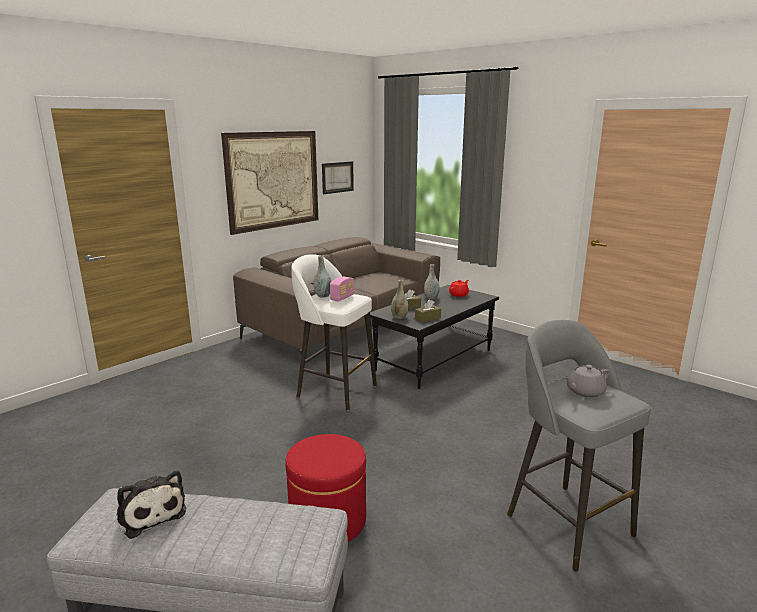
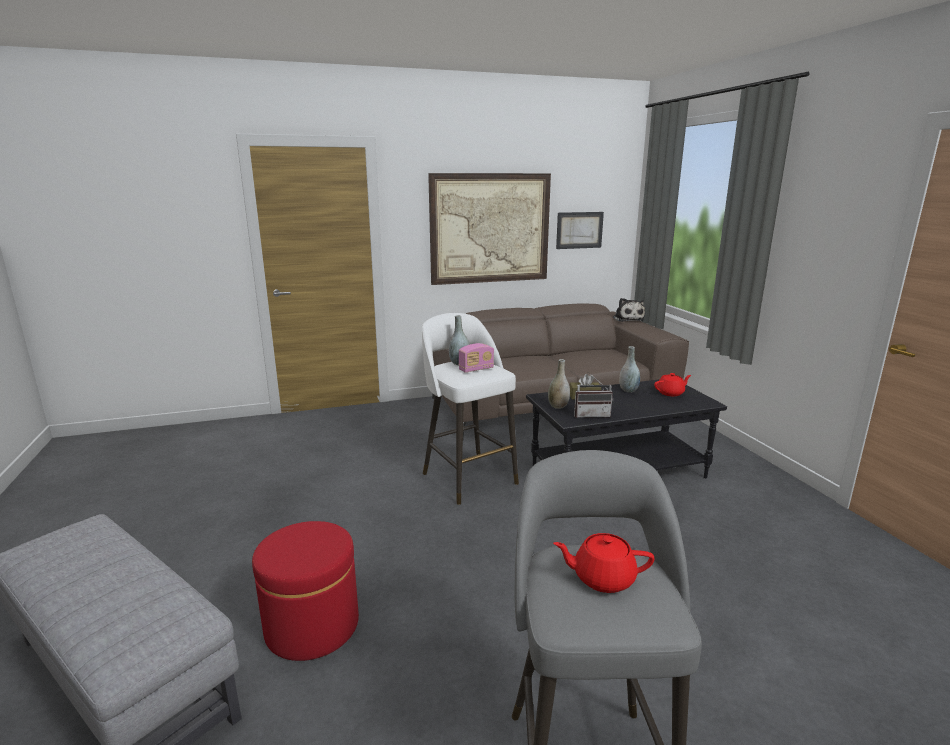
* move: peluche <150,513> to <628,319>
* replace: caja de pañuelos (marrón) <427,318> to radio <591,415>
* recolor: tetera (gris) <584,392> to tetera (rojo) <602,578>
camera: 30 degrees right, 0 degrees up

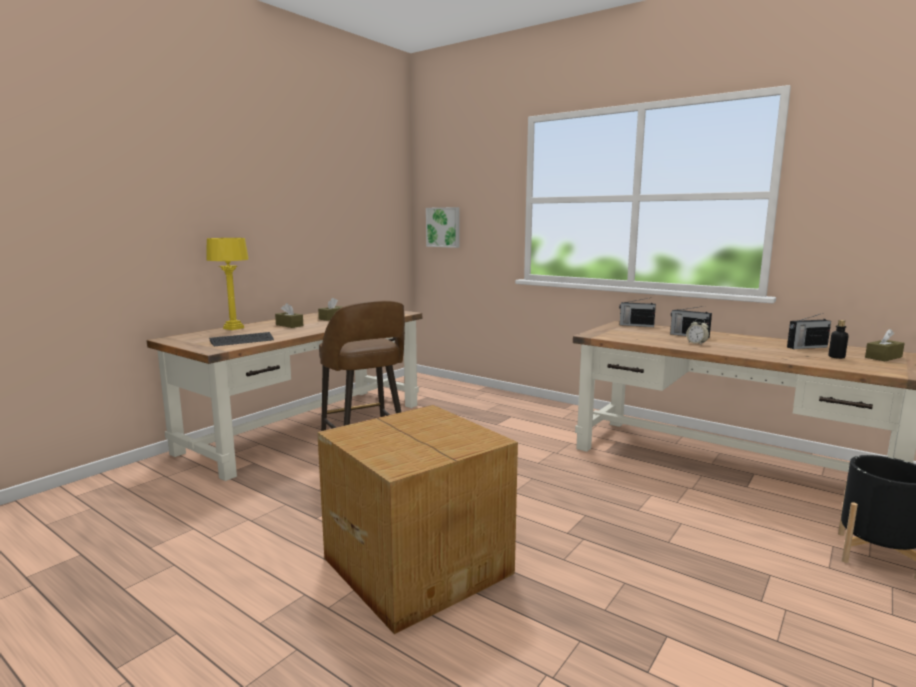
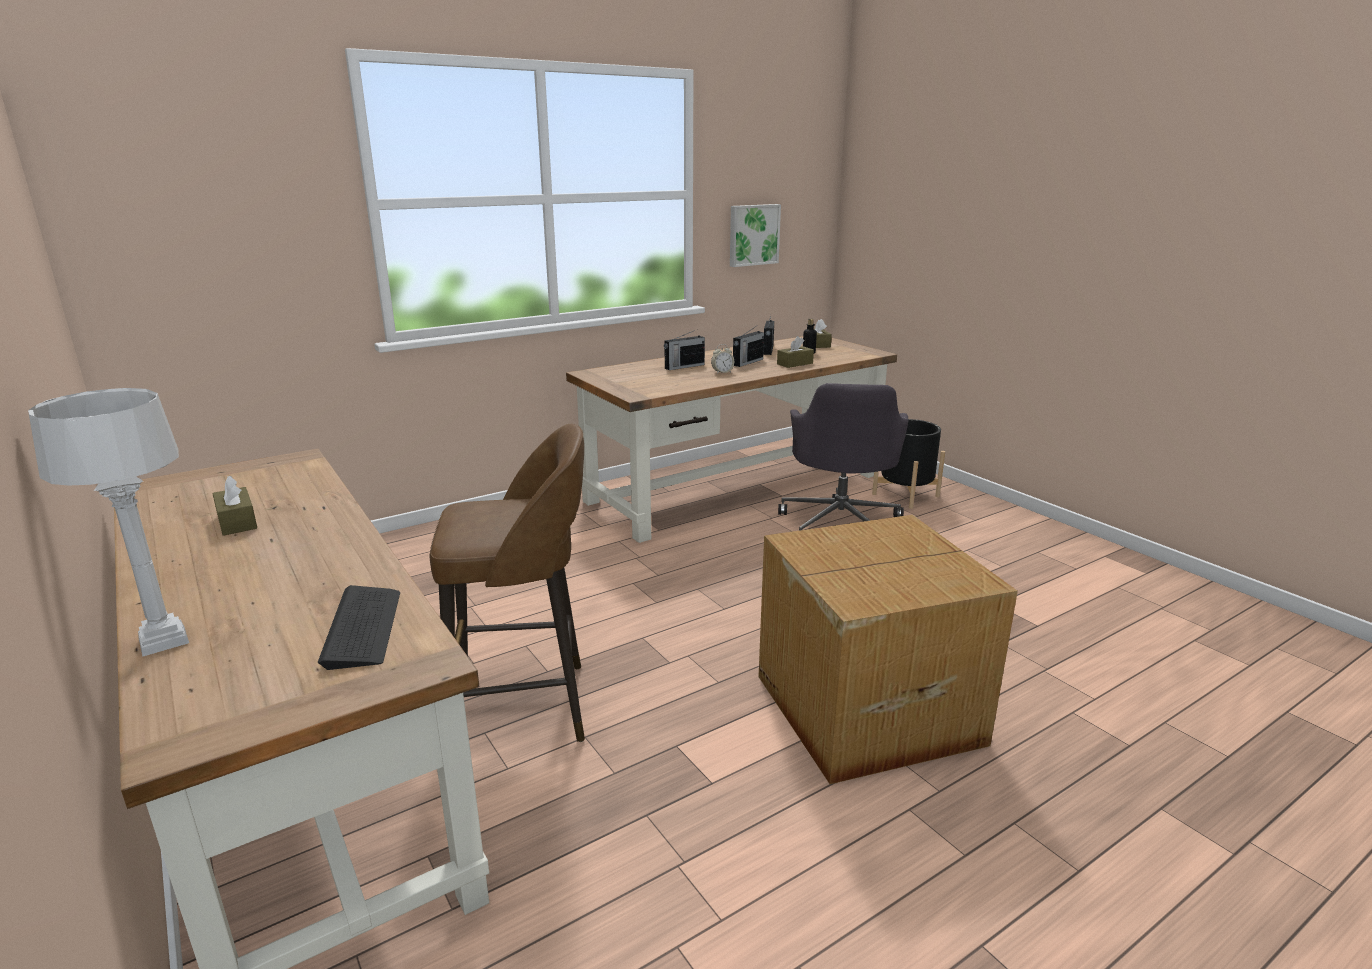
* recolor: lámpara de mesa (amarillo) <233,328> to lámpara de mesa (gris) <162,640>
* move: caja de pañuelos (marrón) <289,325> to <795,364>
* move: cuadro <443,227> to <753,235>
* move: radio <636,325> to <747,362>
* insert: silla de oficina (gris) <840,524>
camera: 70 degrees left, 10 degrees up

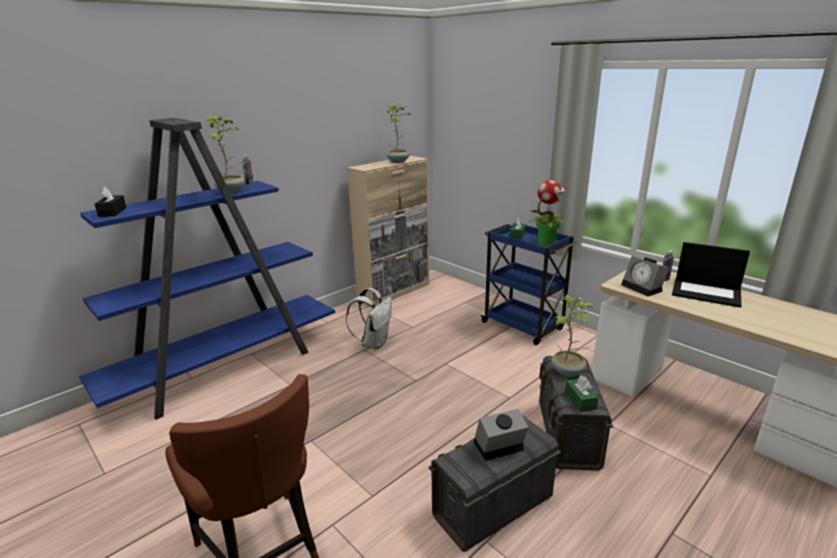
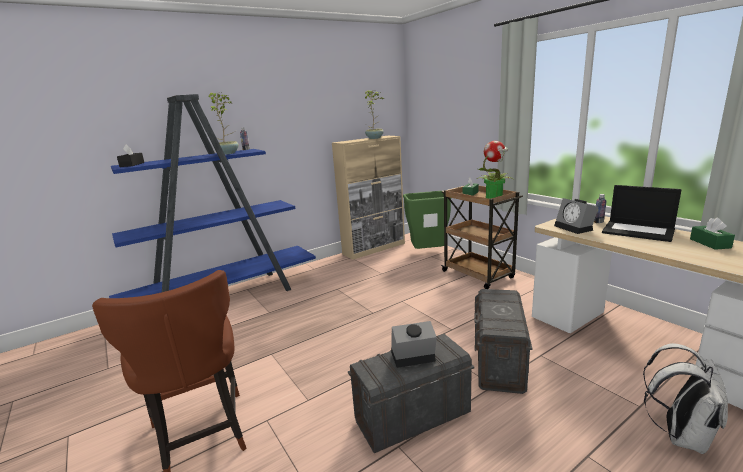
* move: mochila (blanco) <374,343> to <680,435>
* recolor: carrito (azul) <523,326> to carrito (marrón) <478,275>
* delete: planta en maceta <568,372>
* move: caja de pañuelos (verde) <580,400> to <710,243>
* insert: papelera (verde) <428,253>
camera: 10 degrees right, 5 degrees down

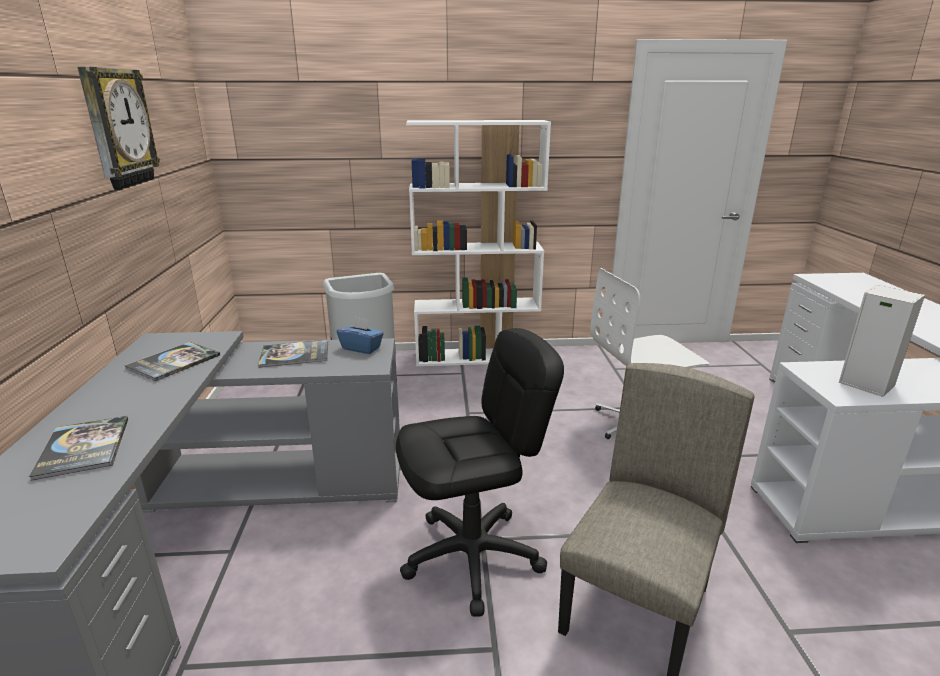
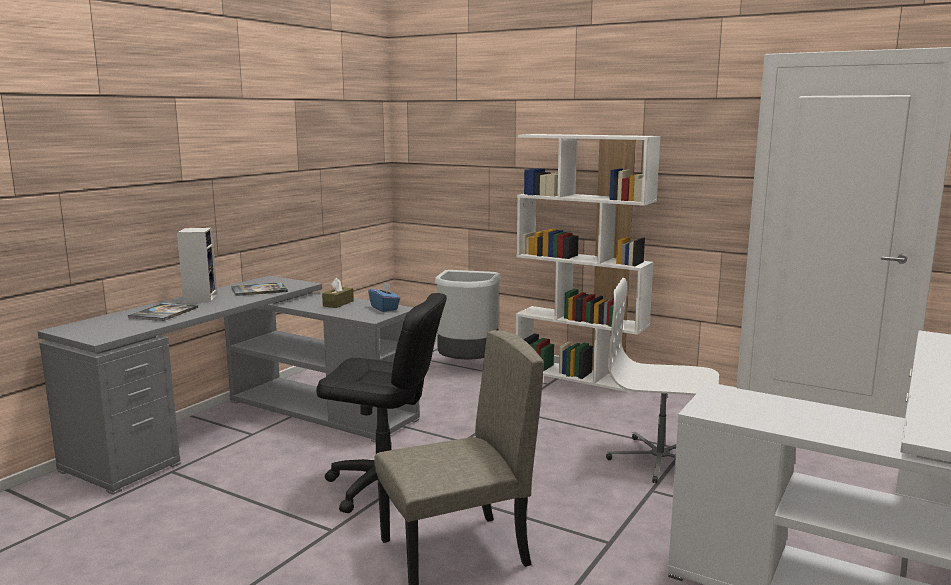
* delete: reloj de pared <118,128>
* replace: libro <295,354> to caja de pañuelos (marrón) <338,303>
* move: altavoz <864,383> to <200,298>
camera: 35 degrees right, 10 degrees down

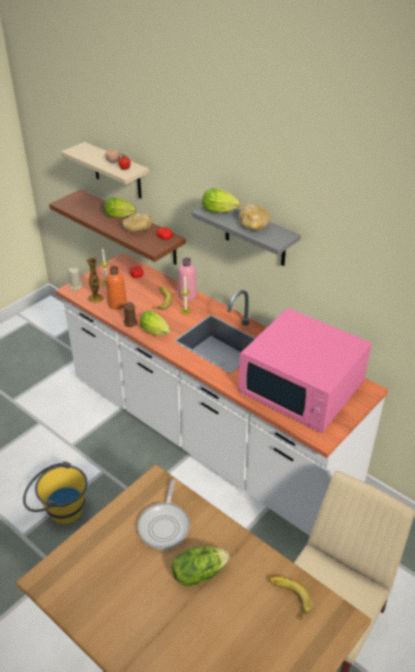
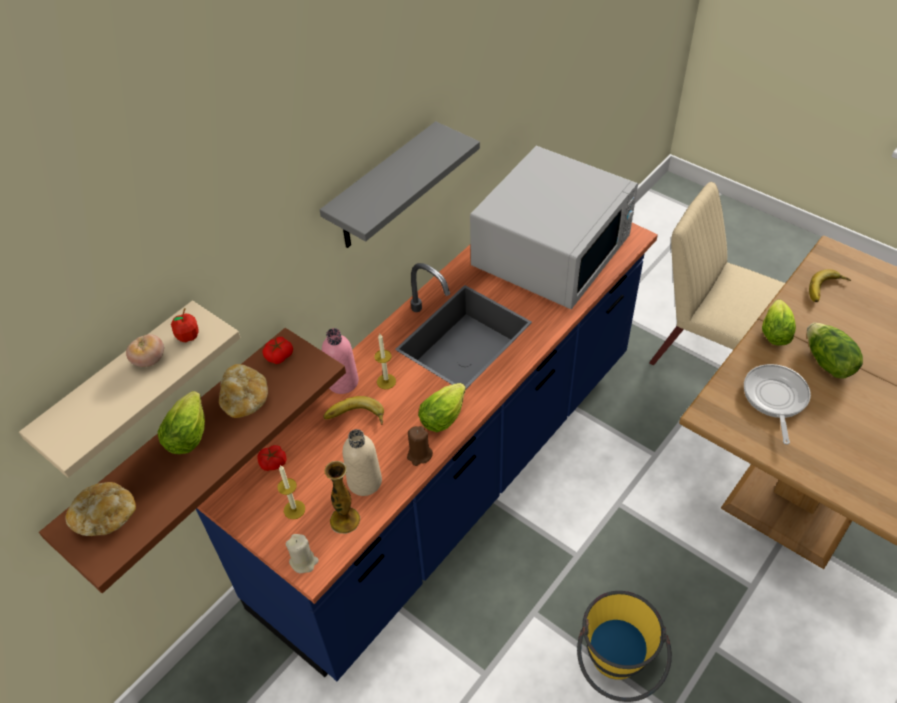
* recolor: mueble bajo de cocina (blanco) <207,436> to mueble bajo de cocina (azul) <454,476>
* recolor: botella (naranja) <117,304> to botella (beis) <364,481>
* rotate: sartén <165,525> = <775,398> 90 degrees counterclockwise
* move: lechuga <221,211> to <774,331>
* move: pan <253,225> to <106,517>
* recolor: microondas (rosa) <302,388> to microondas (blanco) <552,251>
camera: 90 degrees left, 10 degrees up

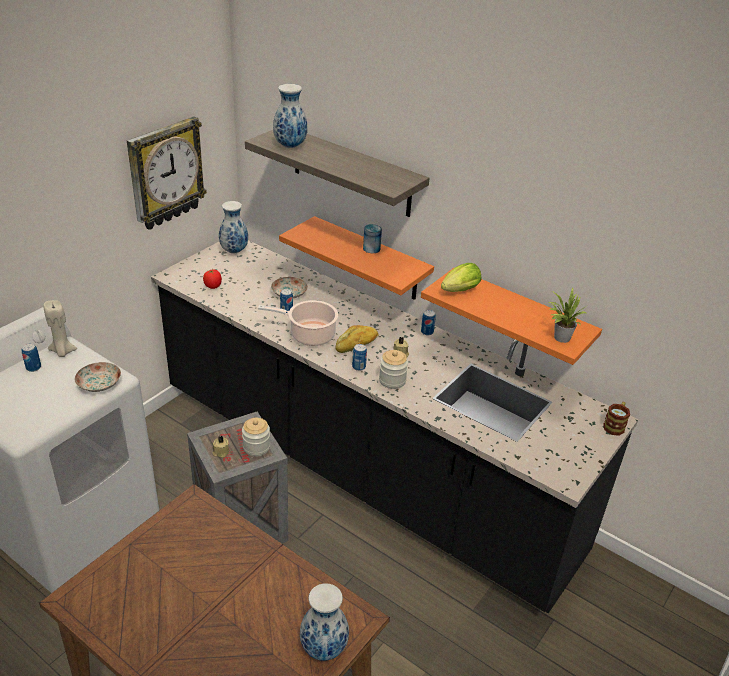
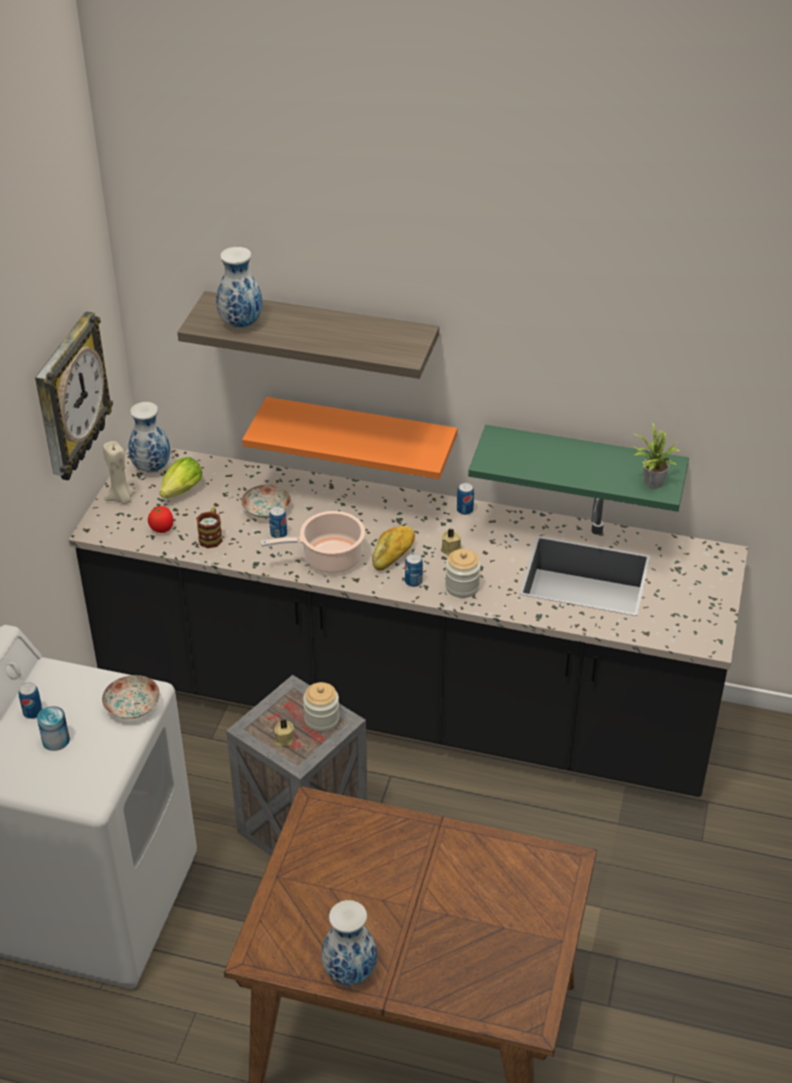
* move: vela (beis) <62,352> to <121,498>
* move: florero <324,647> to <349,971>
* move: lata <371,248> to <56,740>
* recolor: estante (naranja) <520,317> to estante (verde) <583,465>
* move: lechuga <458,291> to <180,493>
* move: taza grande <615,425> to <211,536>
camera: 20 degrees left, 5 degrees up

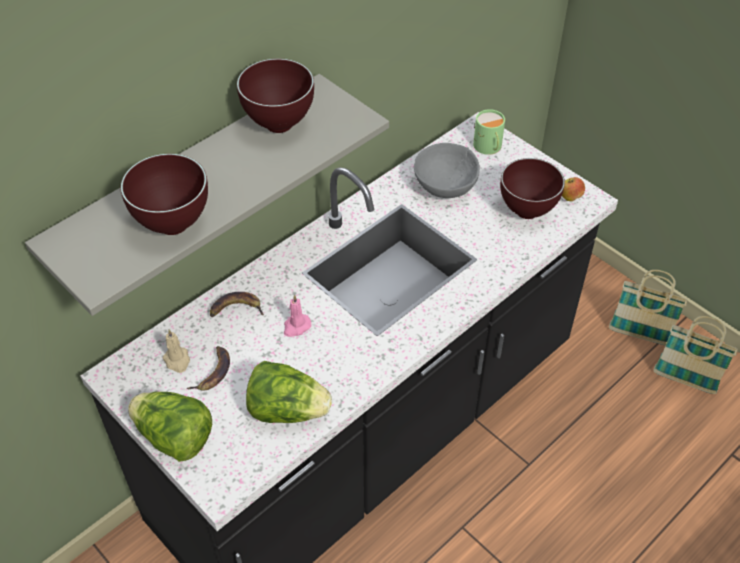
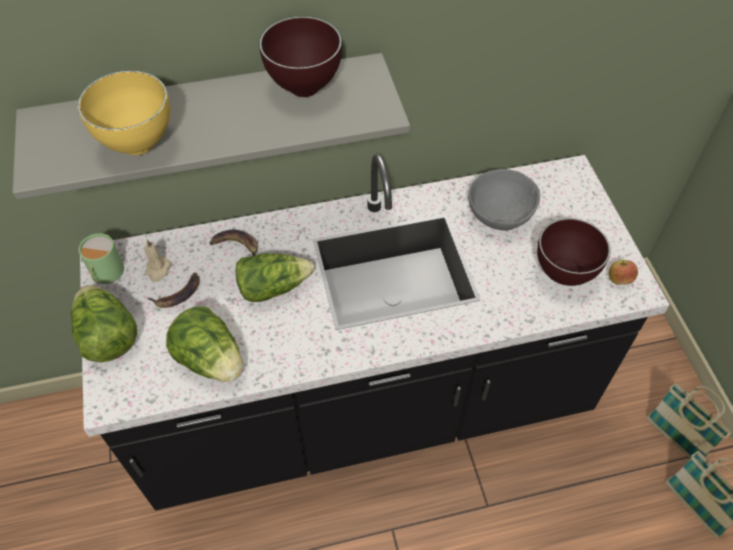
* recolor: cuenco (marrón) <172,227> to cuenco (amarillo) <137,146>
* replace: vela (rosa) <296,327> to lechuga <273,287>
* move: taza grande (verde) <488,147> to <105,273>
camera: 30 degrees right, 5 degrees up

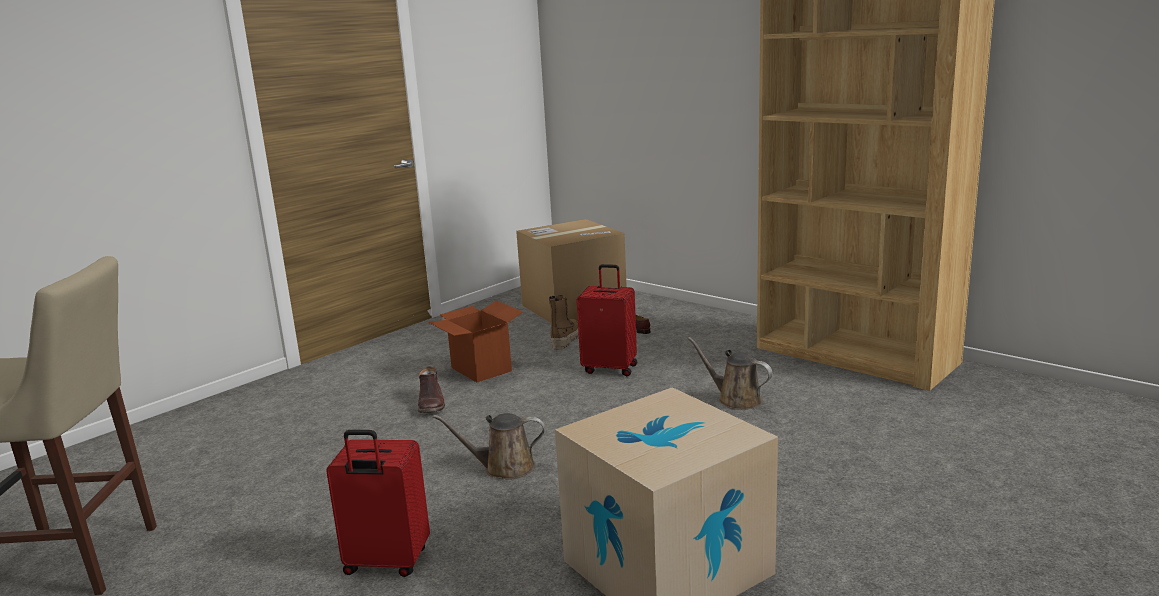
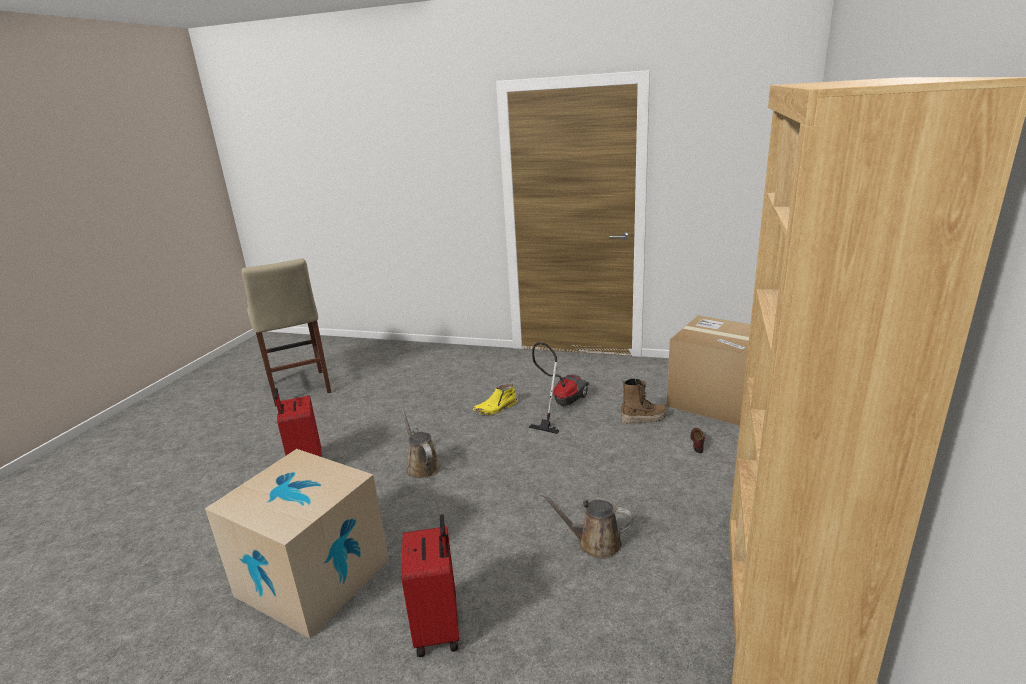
* recolor: bota (marrón) <431,404> to bota (amarillo) <496,408>
* replace: caja de cartón <481,369> to aspiradora <560,405>
* move: maleta (rojo) <610,368> to <439,629>
* rotate: regadera (marrón) <736,399> = <594,543> 90 degrees counterclockwise
camera: 65 degrees right, 5 degrees up

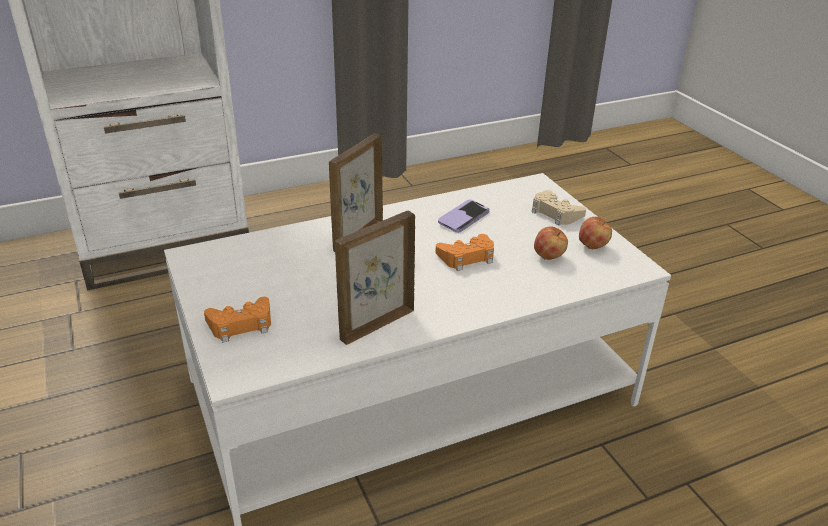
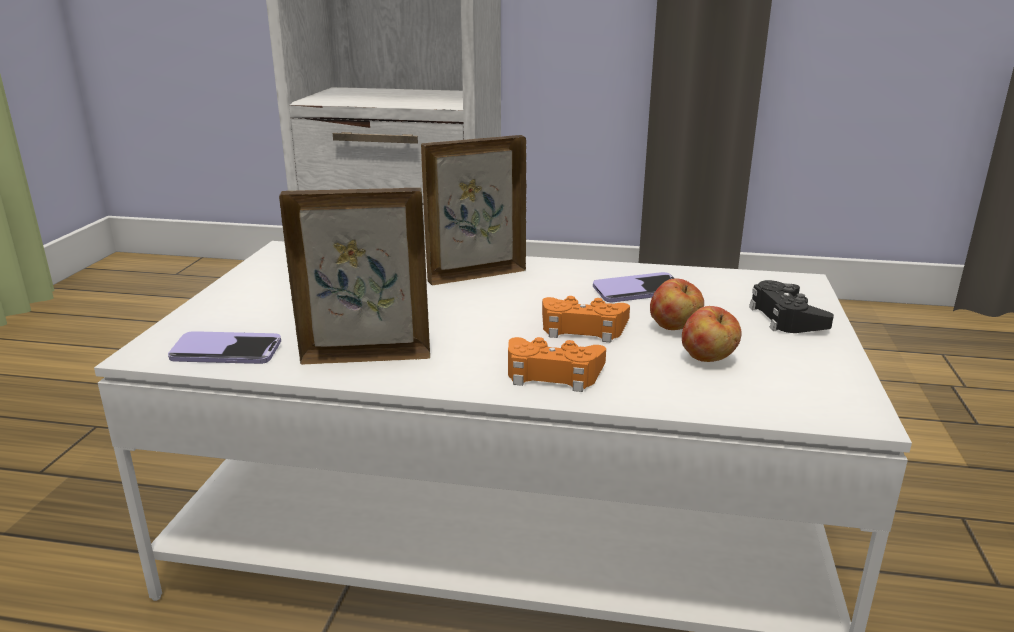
* move: mando de consola (naranja) <241,325> to <552,373>
* recolor: mando de consola (beis) <555,213> to mando de consola (negro) <786,317>
* move: manzana <593,246> to <674,327>
* insert: móvil <226,351>
camera: 35 degrees right, 10 degrees down

